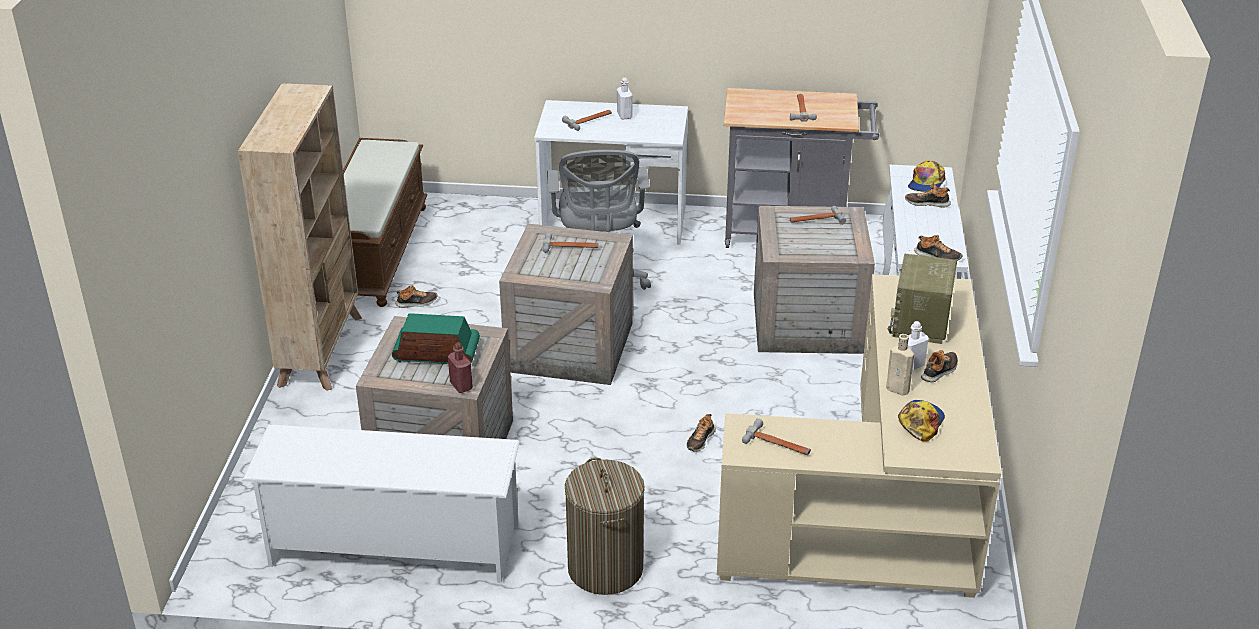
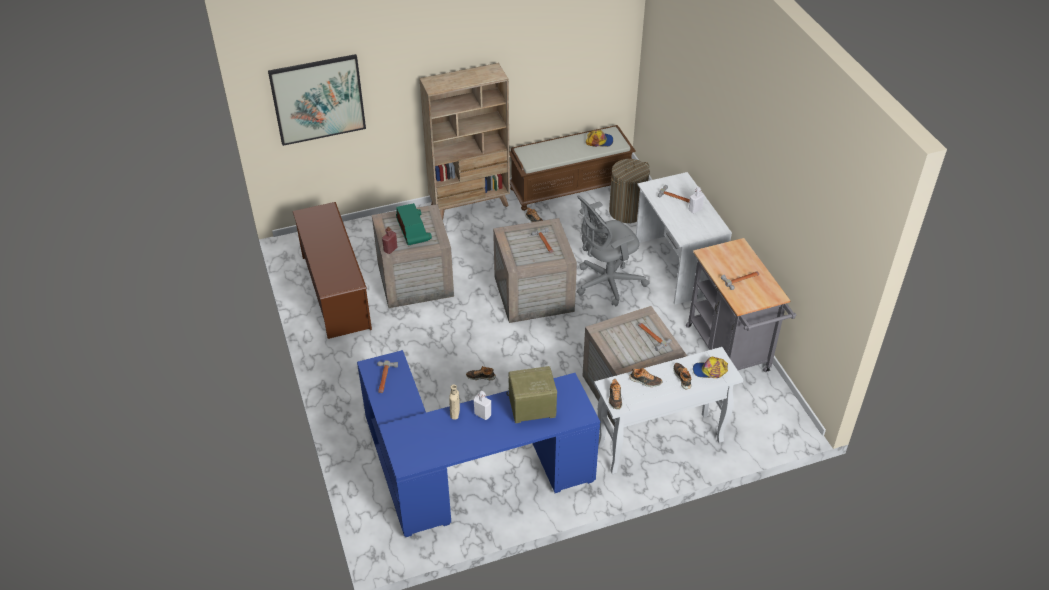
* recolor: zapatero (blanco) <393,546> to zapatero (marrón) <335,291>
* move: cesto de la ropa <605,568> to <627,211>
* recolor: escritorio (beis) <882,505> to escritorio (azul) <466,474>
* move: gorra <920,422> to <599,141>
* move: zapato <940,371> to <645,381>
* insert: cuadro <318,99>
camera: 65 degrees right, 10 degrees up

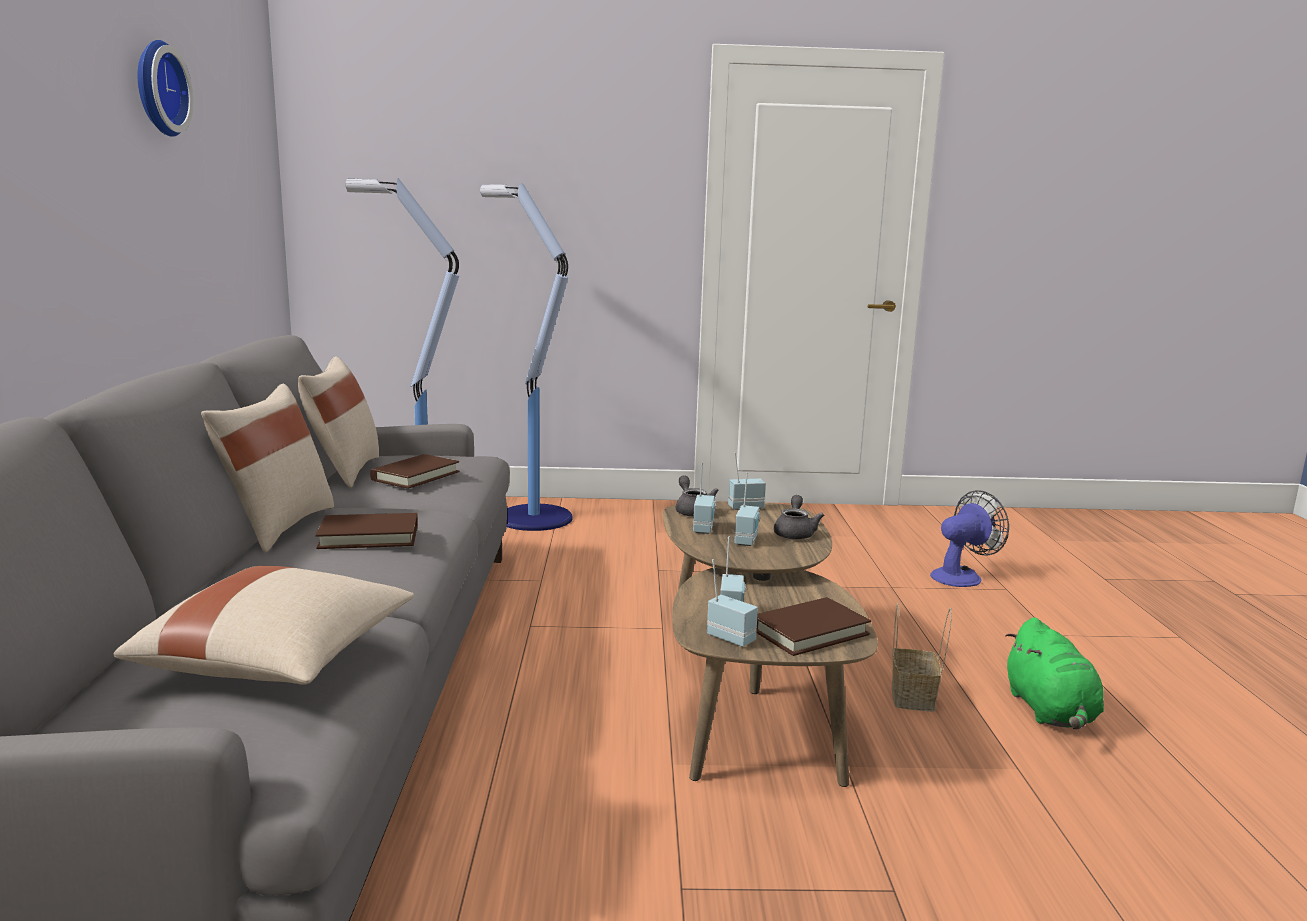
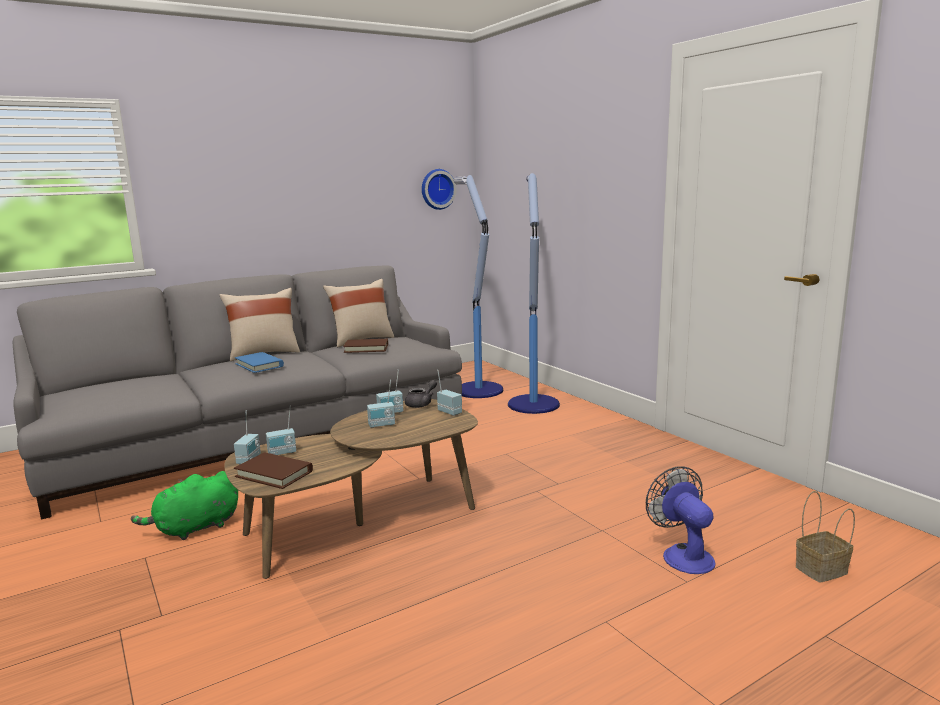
* delete: cojín (beis) <280,661>
* move: reloj de pared <157,88> to <437,189>
* recolor: libro (marrón) <369,536> to libro (azul) <259,365>
* delete: tetera (gris) <795,533>
* move: cesta <914,698> to <821,571>
* rotate: ventilador <962,576> = <682,554> 135 degrees counterclockwise
* move: peluche (verde) <1050,712> to <194,528>
camera: 60 degrees right, 0 degrees up

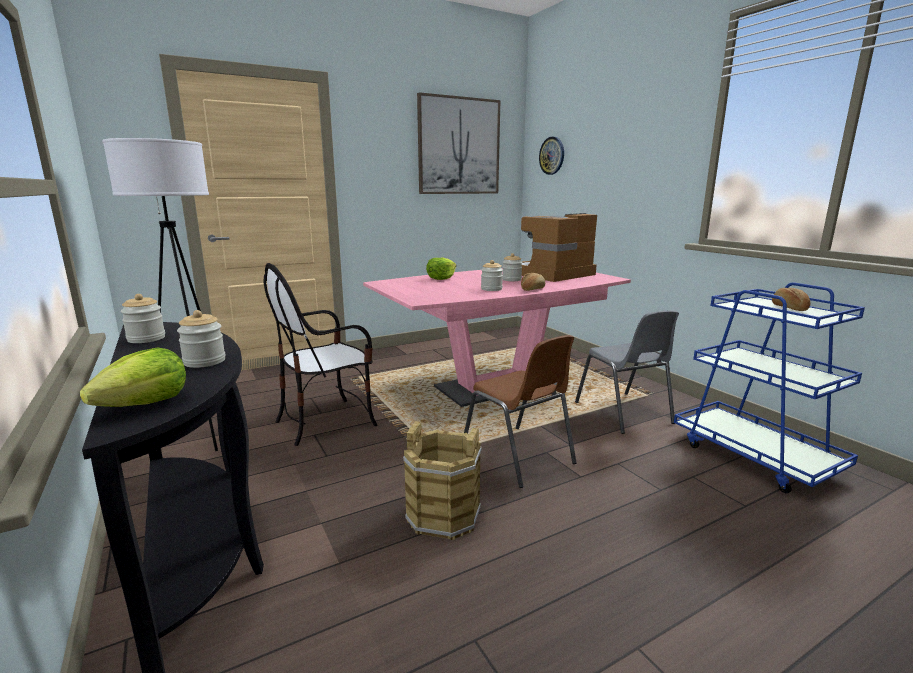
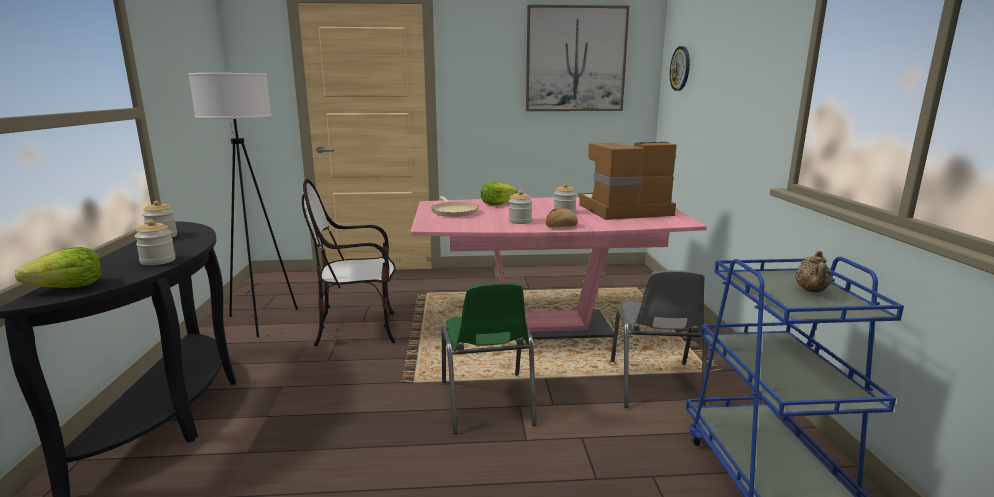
* delete: cubo (marrón) <443,515>
* recolor: silla (marrón) <518,456> to silla (verde) <487,403>
* replace: pan <788,308> to tetera (beis) <811,291>
* insert: sartén (beis) <453,211>
camera: 25 degrees right, 0 degrees up

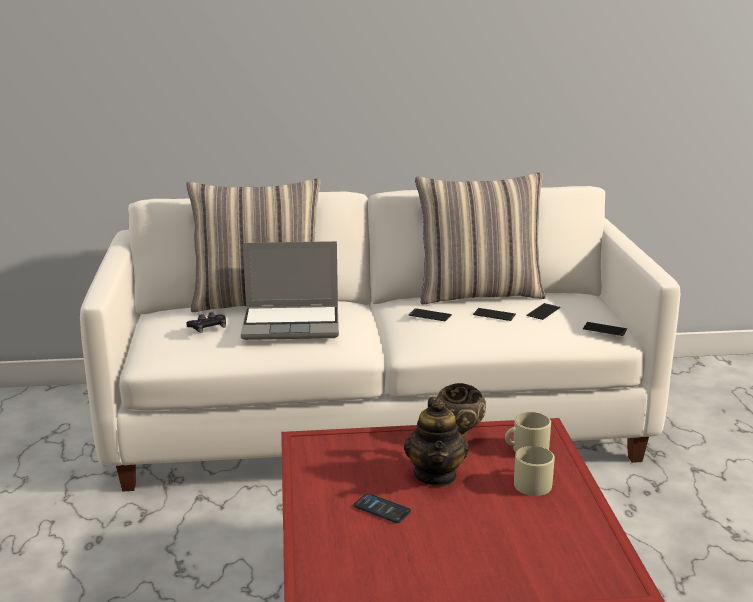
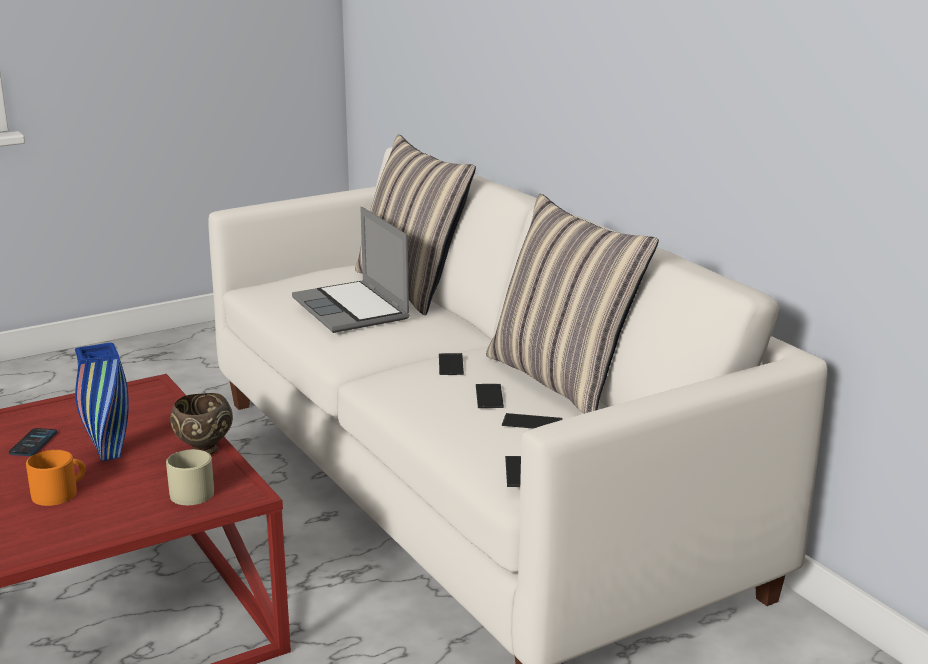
* delete: mando de consola (negro) <207,327>
* replace: tetera <436,475> to florero (azul) <109,455>
* delete: taza grande (beis) <533,482>
* insert: taza grande (naranja) <60,493>
camera: 65 degrees right, 0 degrees up

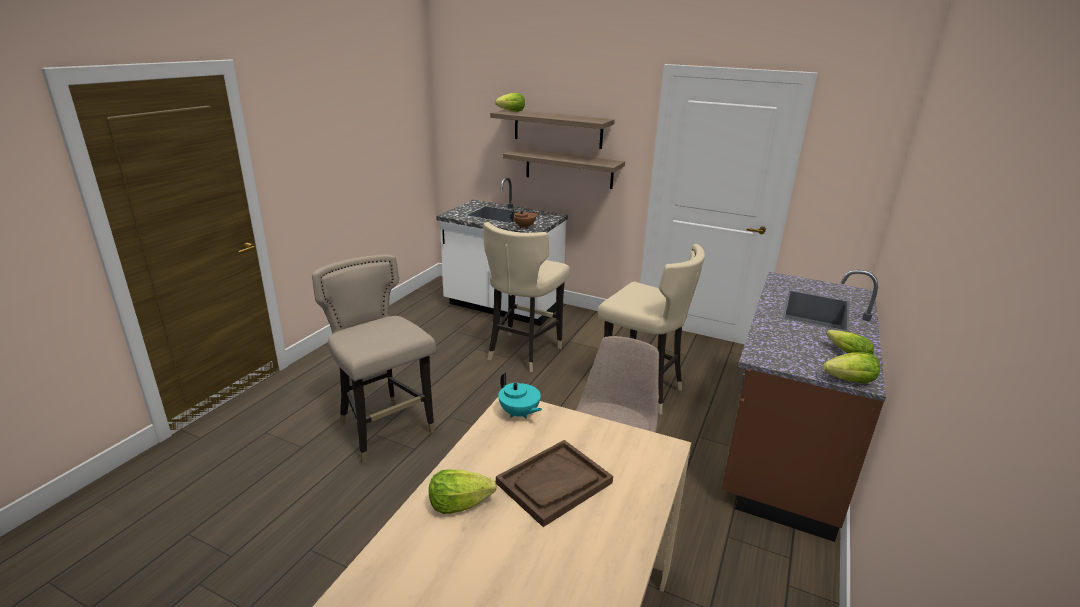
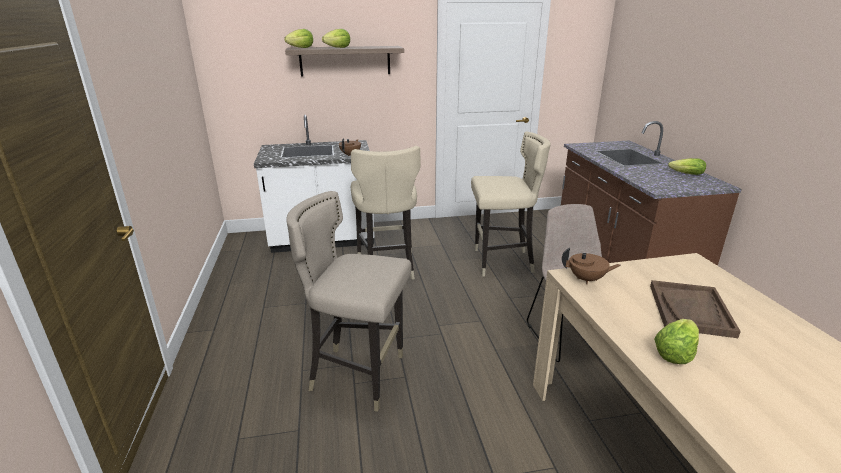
* recolor: tetera (turquesa) <519,413> to tetera (marrón) <587,279>
* delete: estante <569,168>
* move: lechuga <850,381> to <338,48>
camera: 35 degrees left, 0 degrees up

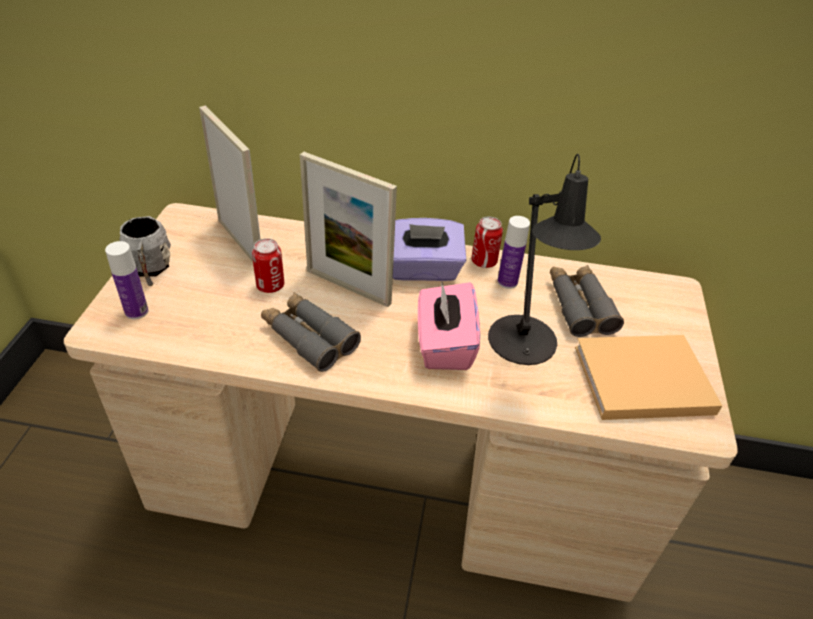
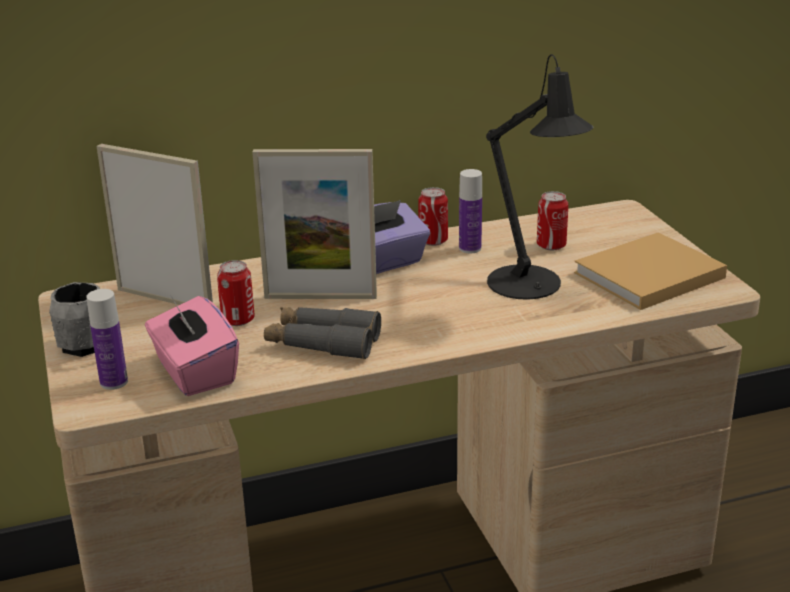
* move: caja de pañuelos (rosa) <444,345> to <194,372>
* replace: prismáticos (gris) <579,306> to lata <551,245>
camera: 25 degrees left, 15 degrees down

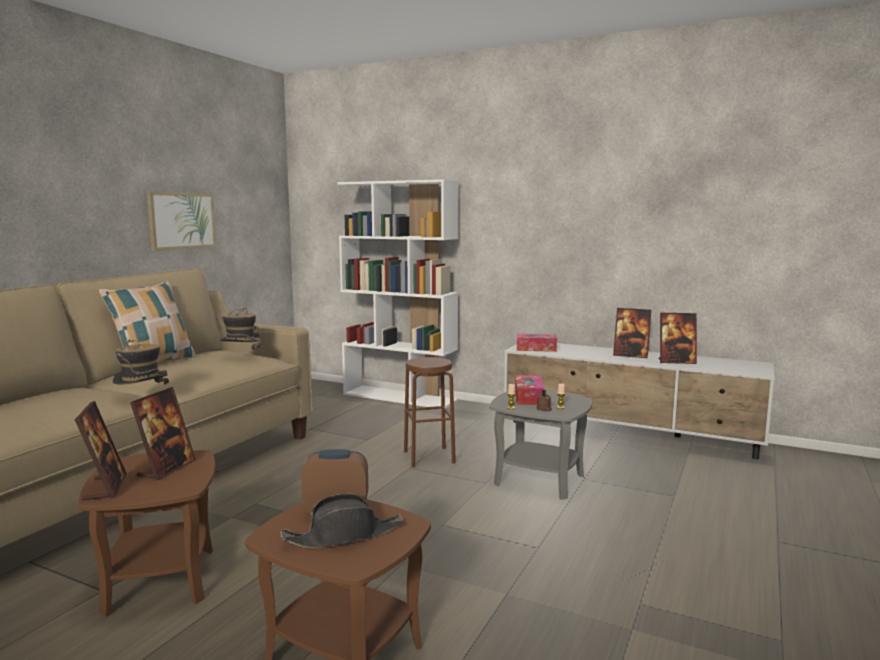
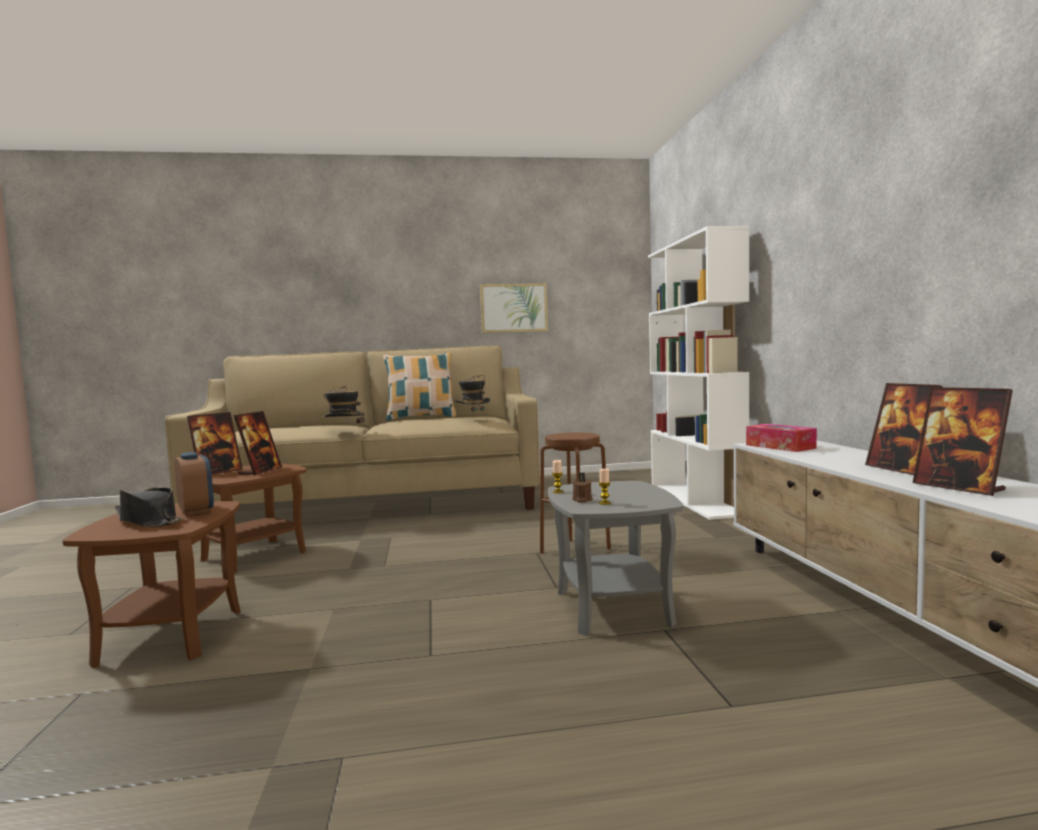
* rotate: portarretratos <166,468> = <260,471> 60 degrees counterclockwise
* delete: caja de pañuelos <528,397>
camera: 55 degrees right, 5 degrees down

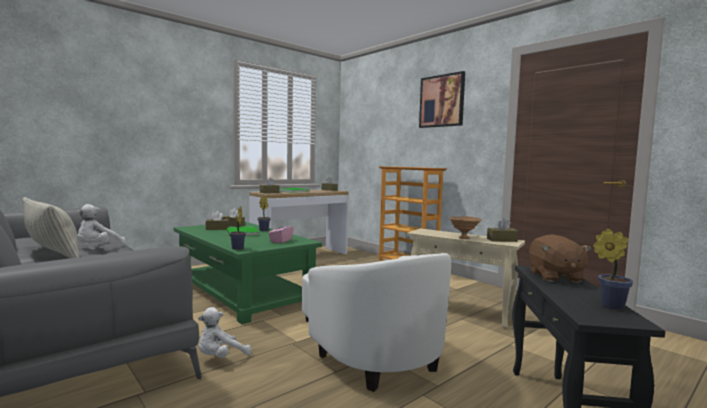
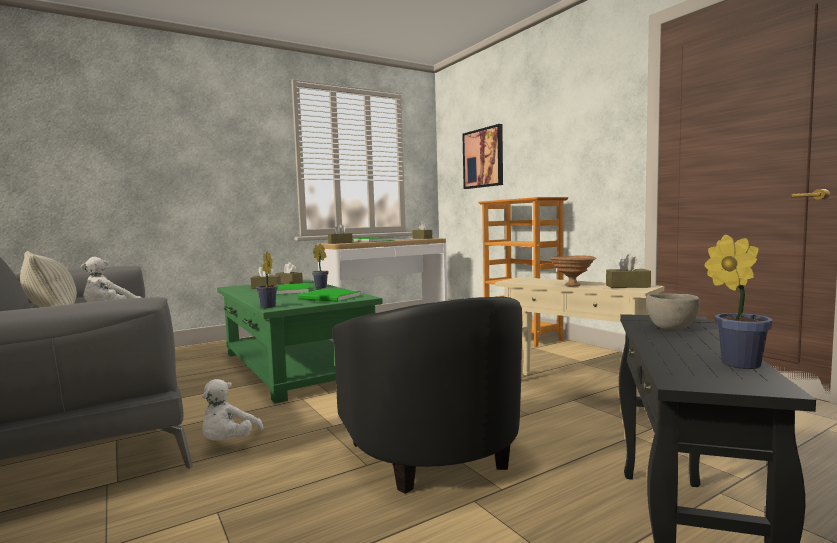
* rotate: peluche (blanco) <220,357> = <228,443> 45 degrees counterclockwise
* replace: caja de pañuelos (rosa) <280,241> to libro (verde) <330,298>
* recolor: sillón (blanco) <367,351> to sillón (negro) <420,439>
* move: cuadro <442,101> to <483,158>
* replace: peluche (marrón) <555,277> to cuenco (gris) <672,327>
camera: 10 degrees right, 0 degrees up

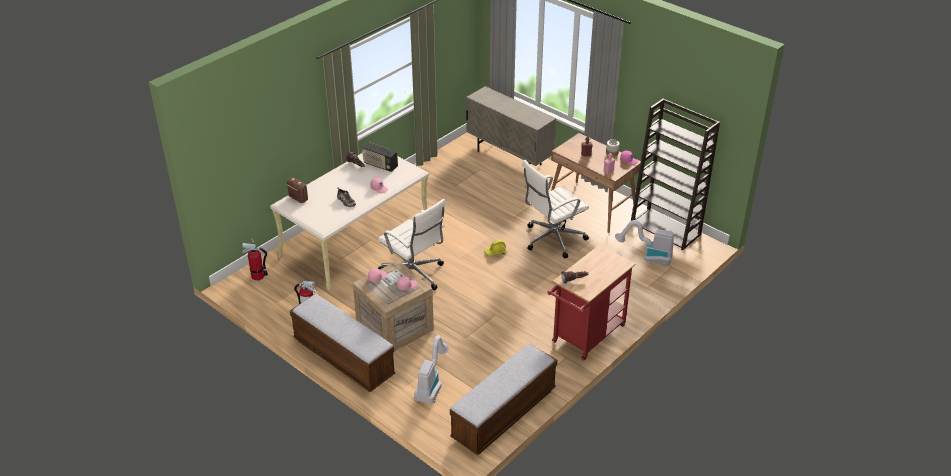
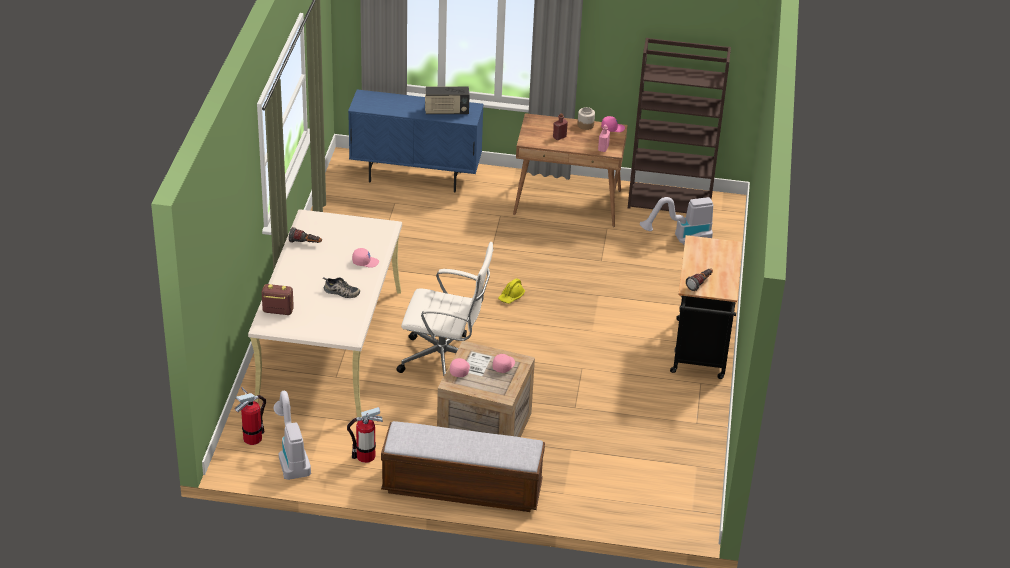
* move: radio <380,165> to <446,111>
* move: aspiradora <431,384> to <291,456>
* delete: banco <503,414>
* recolor: armario (beis) <509,158> to armario (azul) <415,177>
* delete: silla de oficina (blanco) <552,239>
* recolor: carrito (rojo) <585,337> to carrito (negro) <700,353>
camera: 35 degrees left, 0 degrees up

